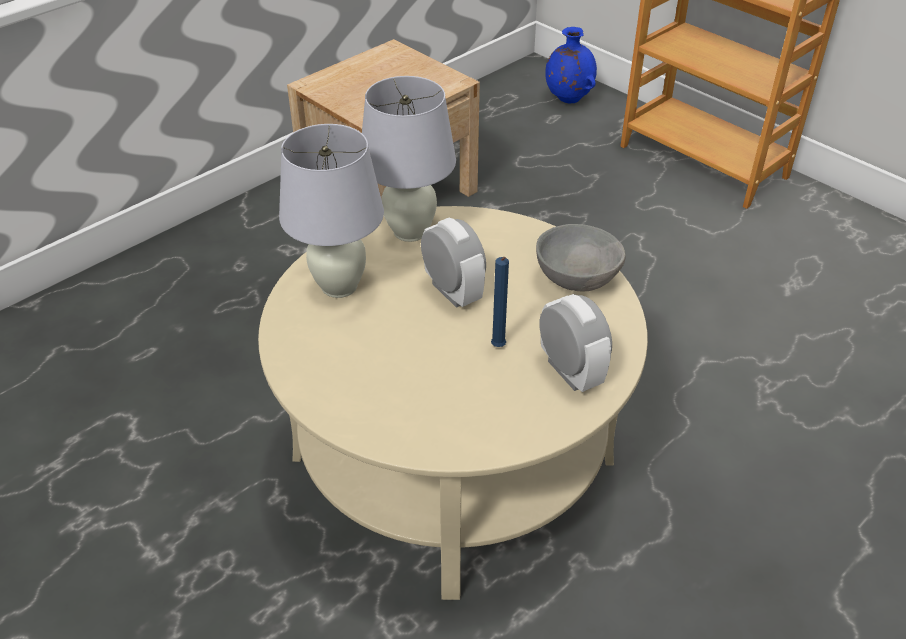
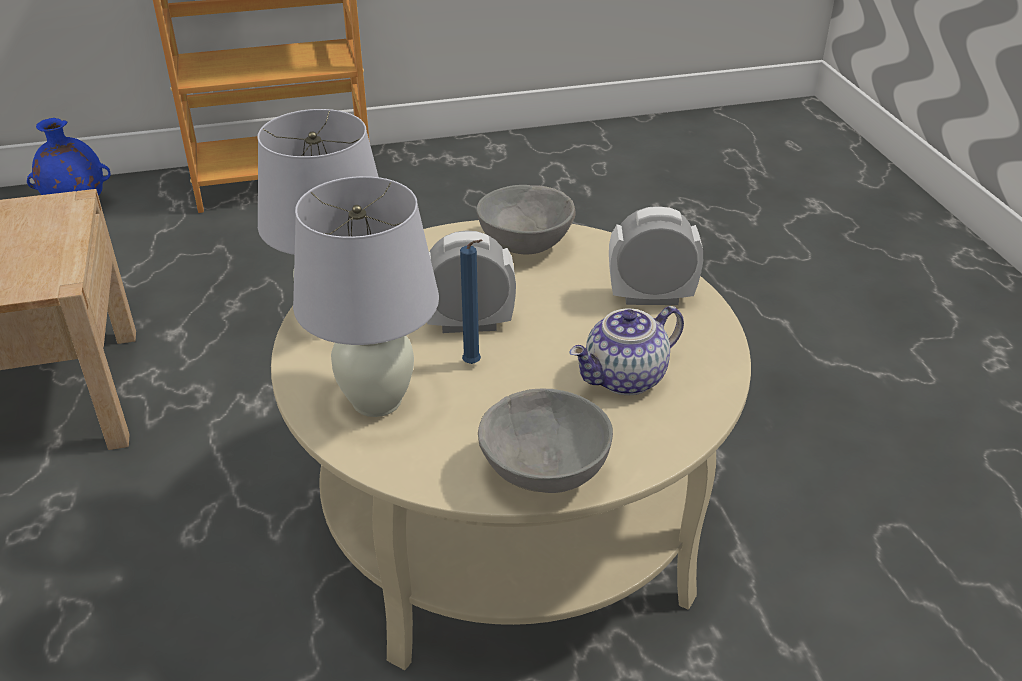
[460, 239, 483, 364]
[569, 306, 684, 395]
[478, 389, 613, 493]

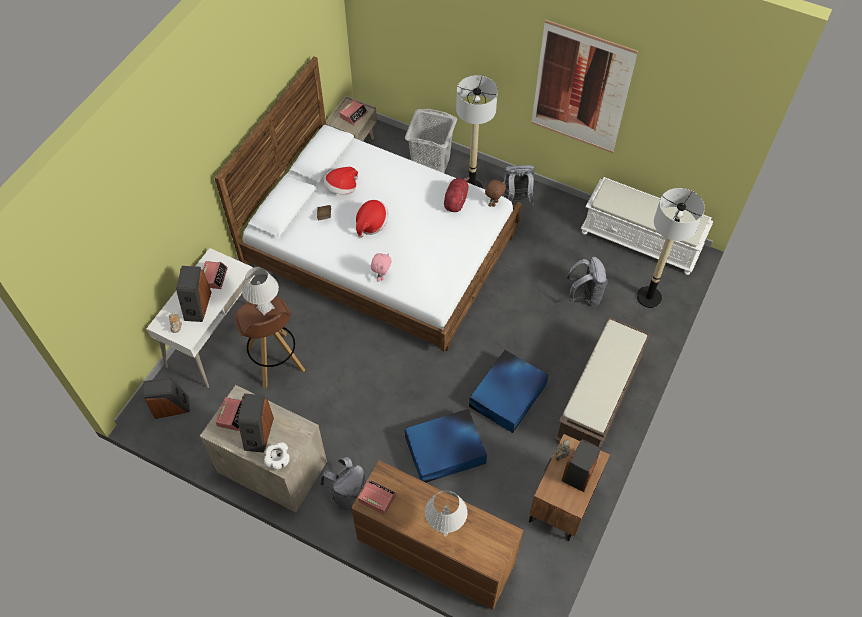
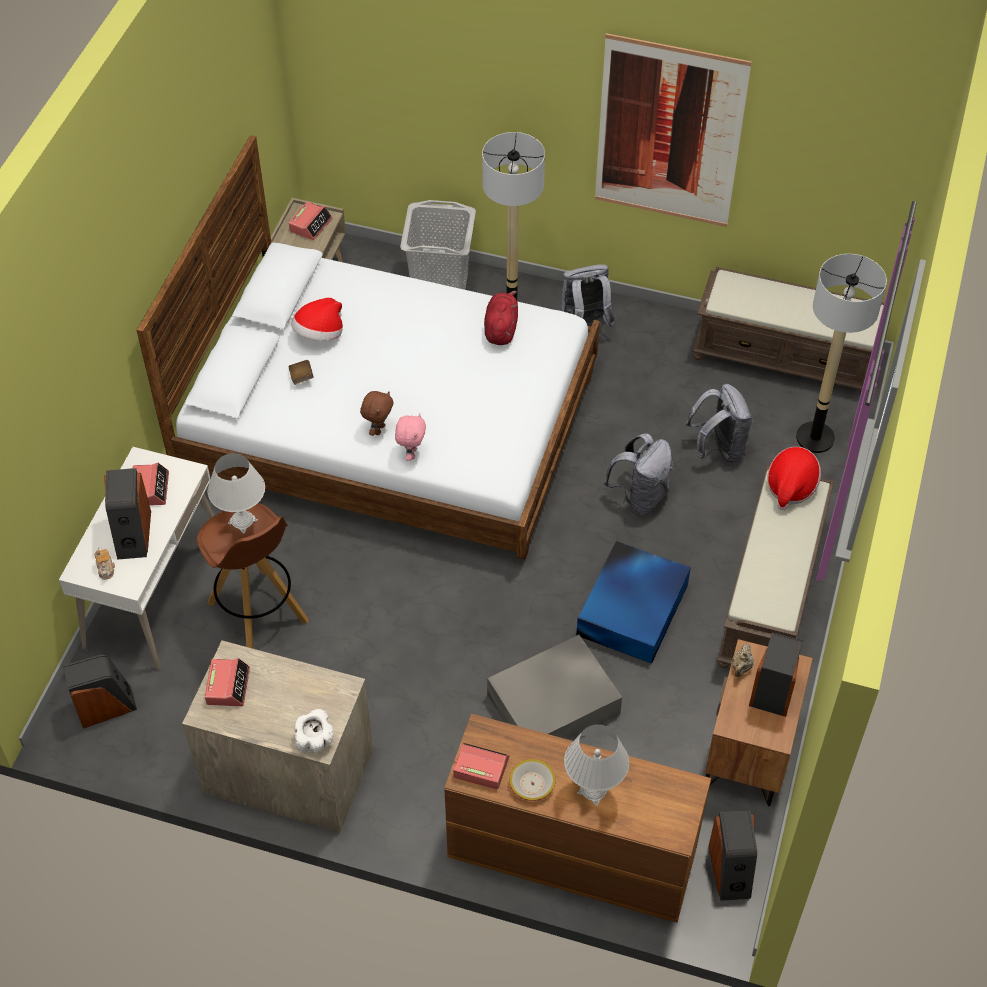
[692, 267, 892, 395]
[360, 391, 393, 436]
[767, 447, 821, 510]
[708, 810, 757, 901]
[487, 635, 622, 740]
[604, 433, 673, 516]
[509, 759, 556, 801]

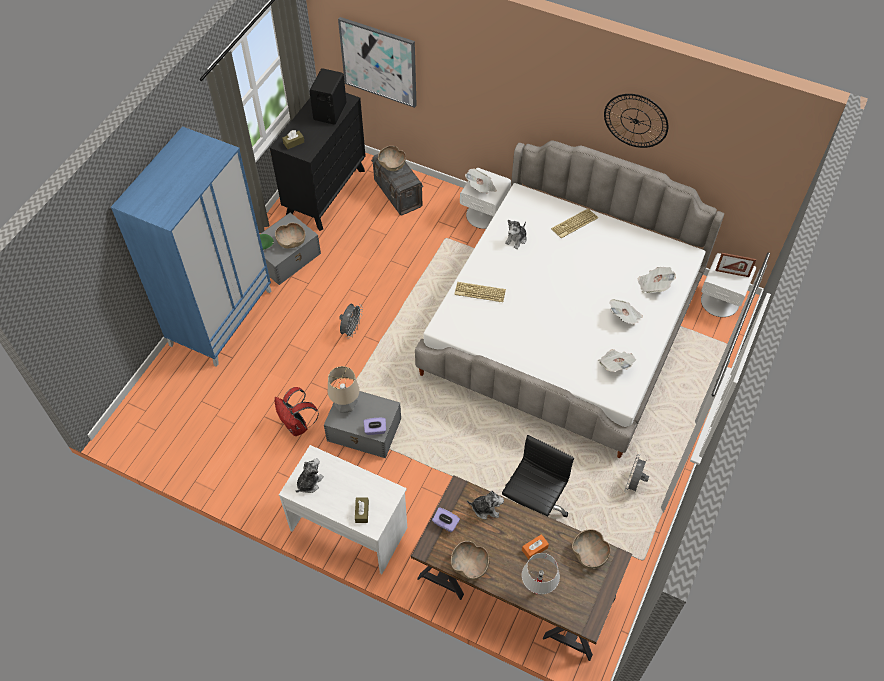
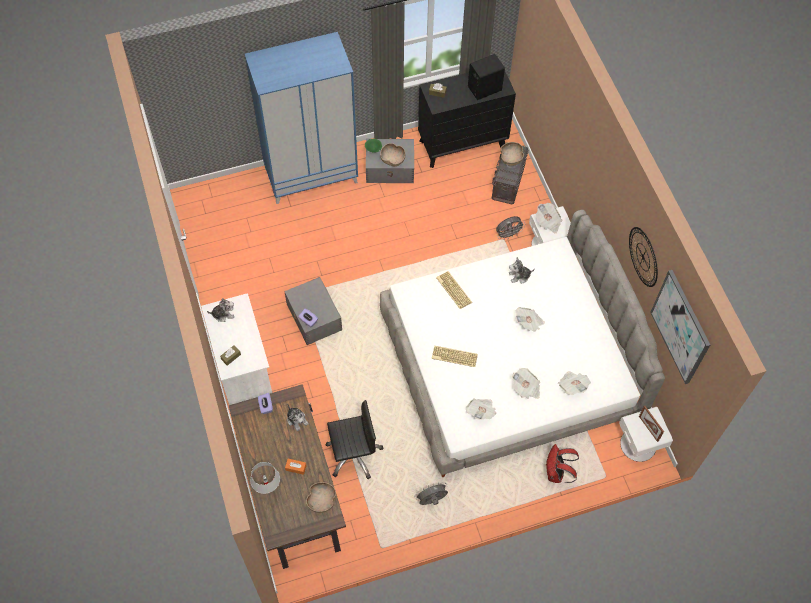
[650, 270, 710, 384]
[432, 346, 478, 367]
[496, 216, 525, 240]
[328, 366, 360, 413] (first image)
[546, 444, 579, 483]
[451, 541, 489, 580] (first image)
[515, 307, 545, 332]

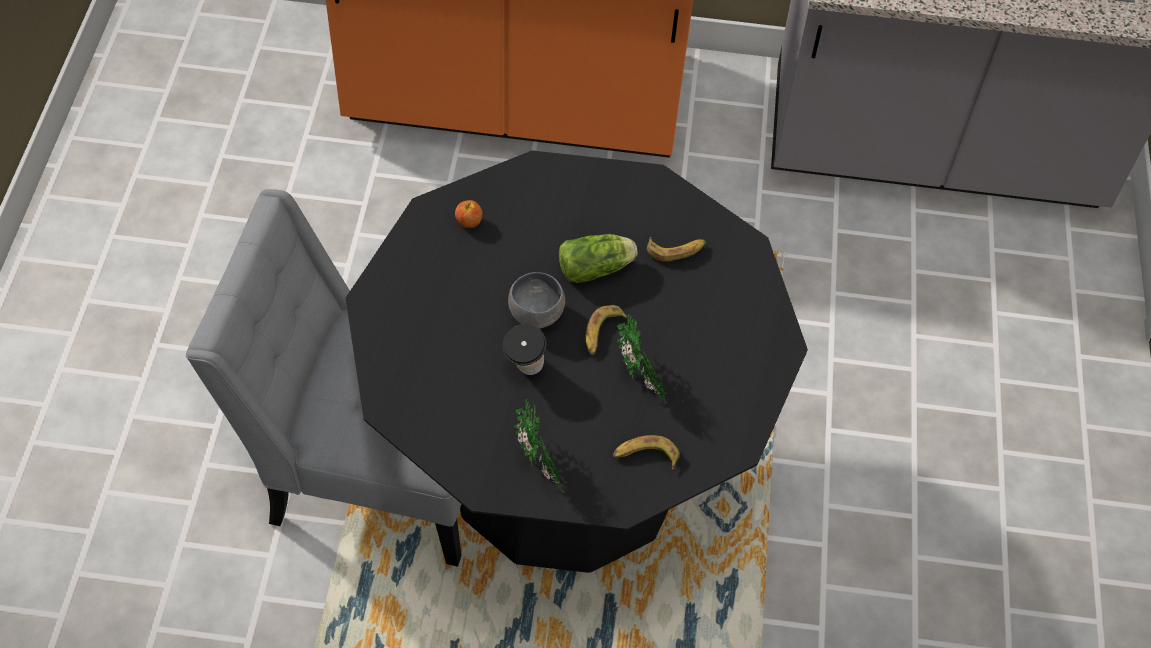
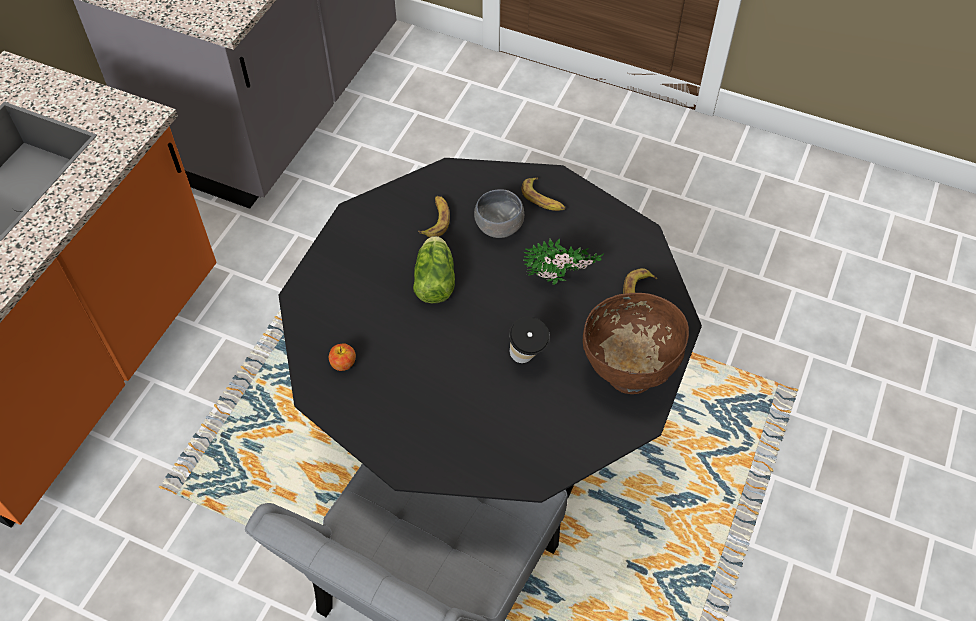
[474, 189, 524, 238]
[521, 177, 565, 211]
[583, 293, 689, 394]

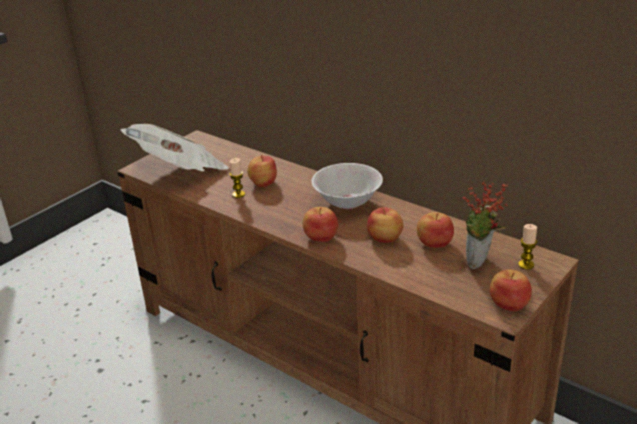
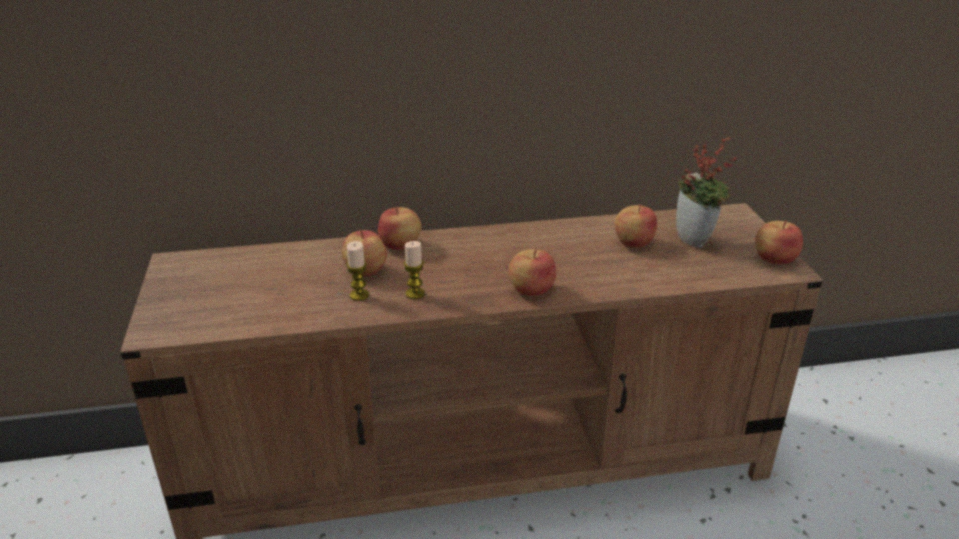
[120, 124, 230, 171] (first image)
[311, 163, 383, 209] (first image)
[378, 207, 421, 250]
[404, 241, 425, 299]

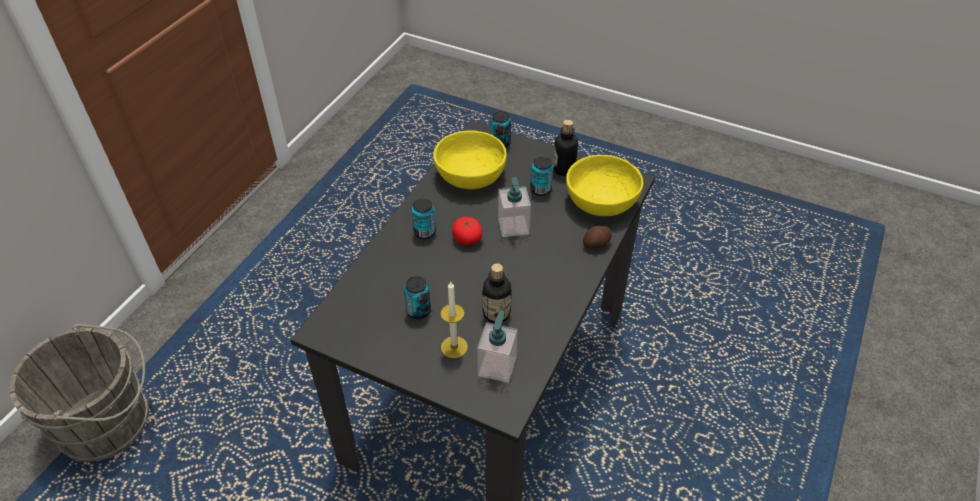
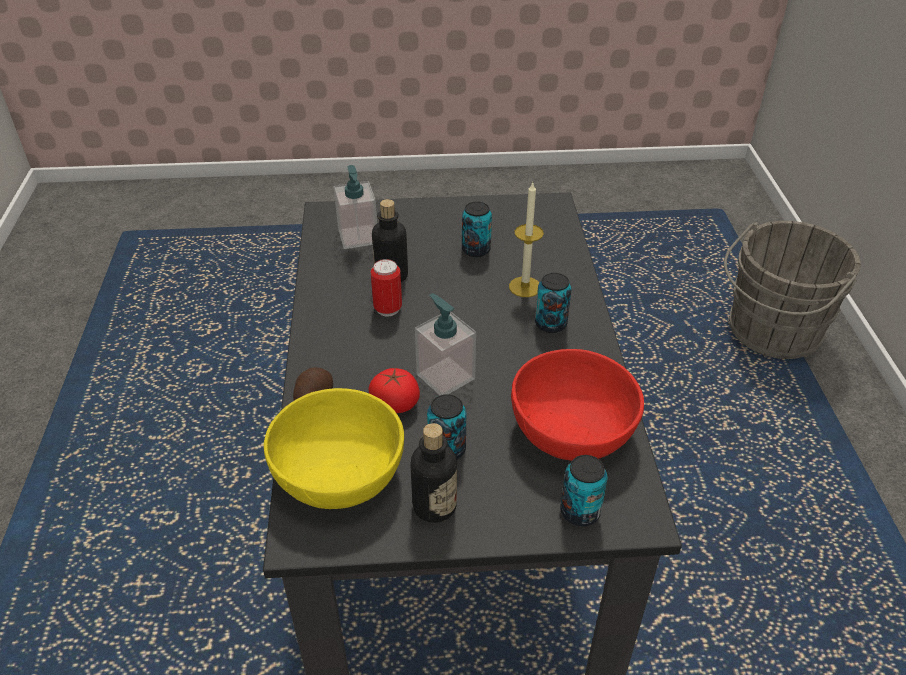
[511, 349, 644, 461]
[368, 368, 420, 413]
[509, 181, 544, 297]
[371, 259, 402, 317]

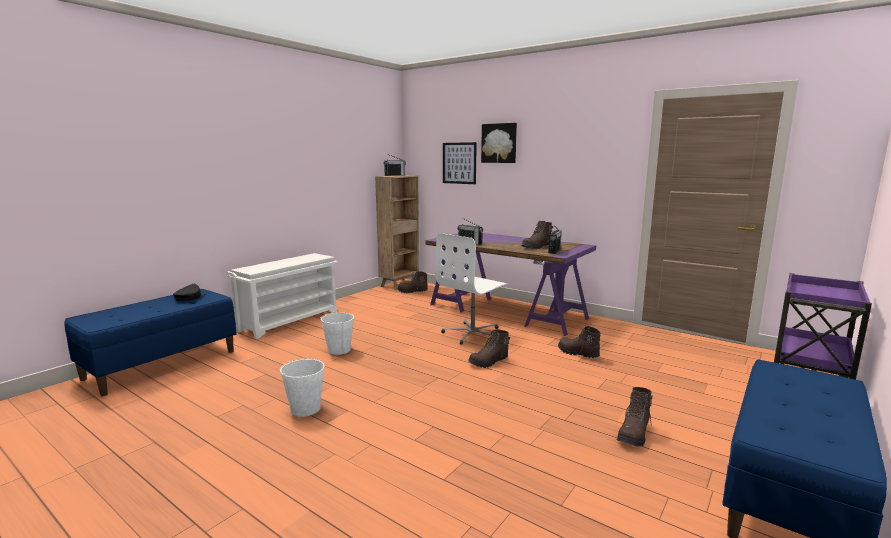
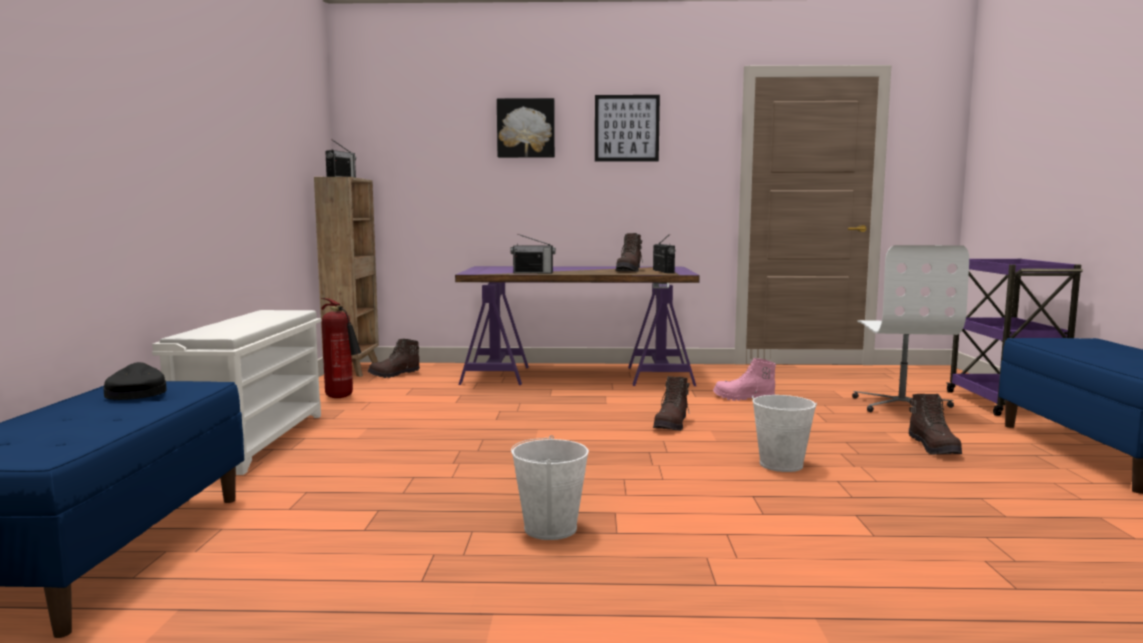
[595, 95, 660, 161]
[852, 245, 969, 412]
[752, 395, 817, 472]
[713, 358, 776, 401]
[321, 298, 361, 398]

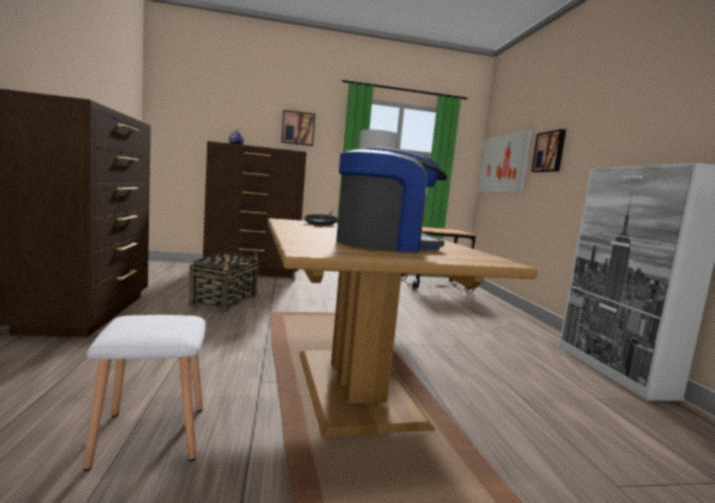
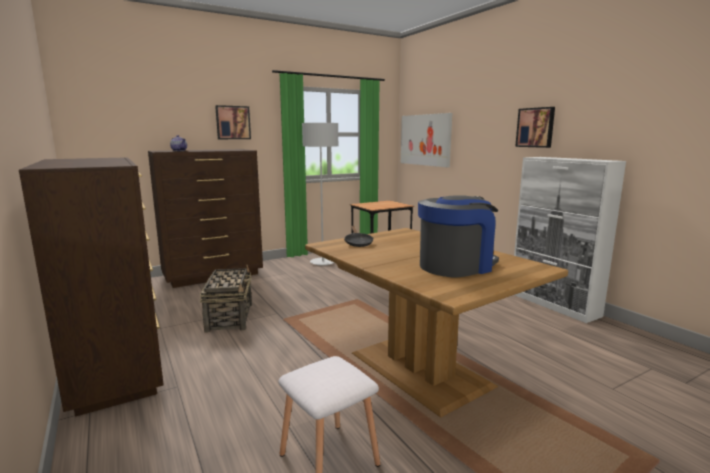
[515, 107, 555, 148]

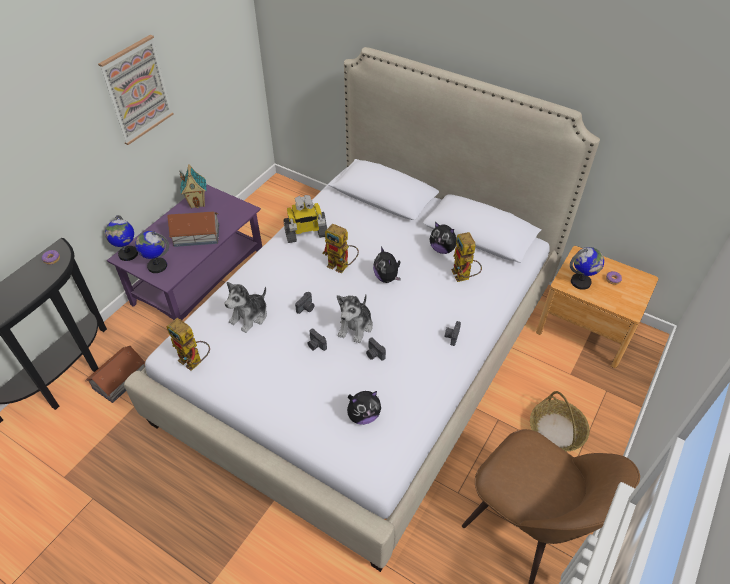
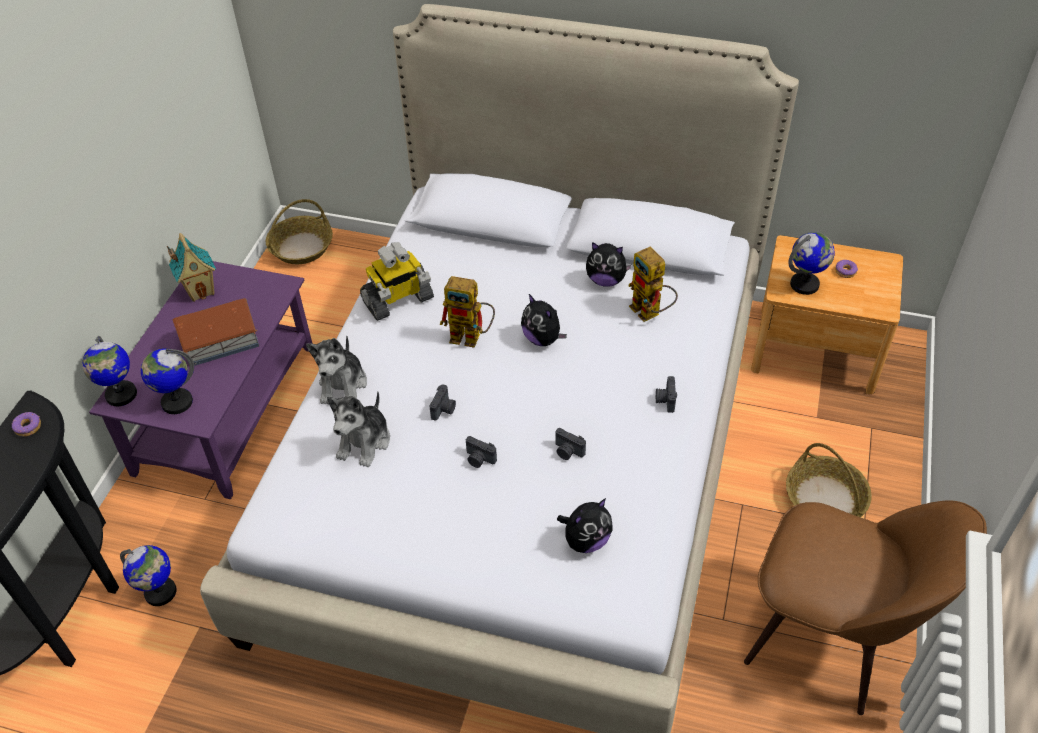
[98, 35, 174, 145] (first image)
[306, 335, 367, 405]
[166, 318, 210, 371] (first image)
[120, 545, 176, 606]
[266, 199, 333, 264]

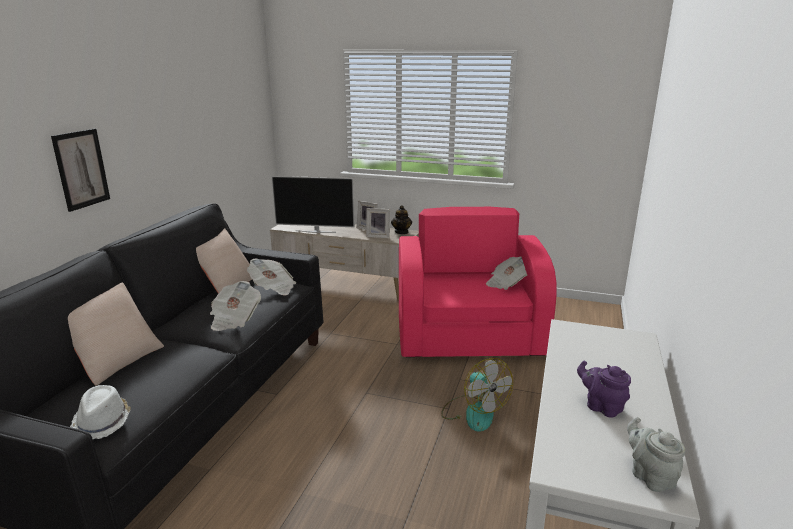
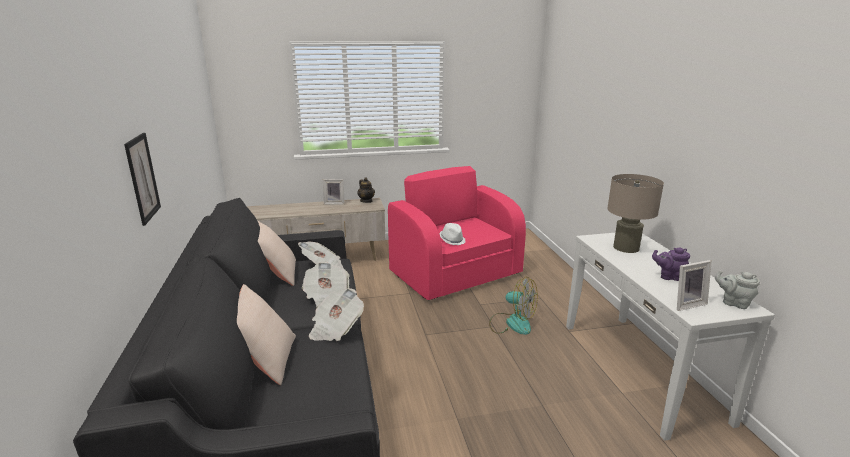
[271, 176, 355, 233] (first image)
[677, 260, 712, 311]
[309, 288, 364, 341]
[440, 223, 465, 245]
[607, 174, 664, 253]

